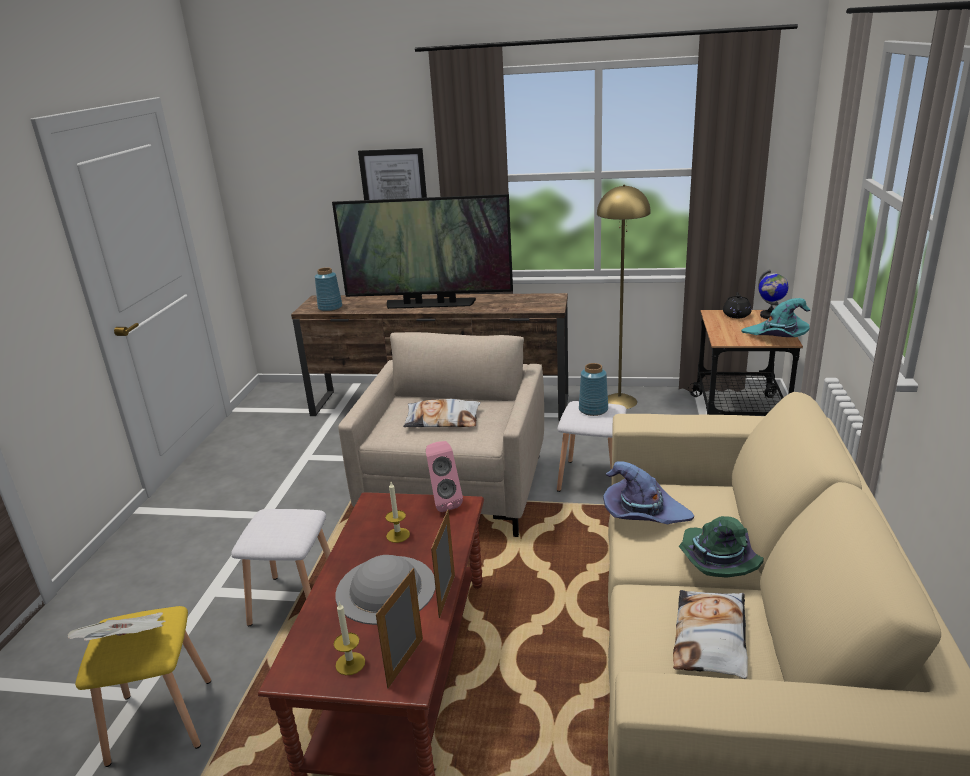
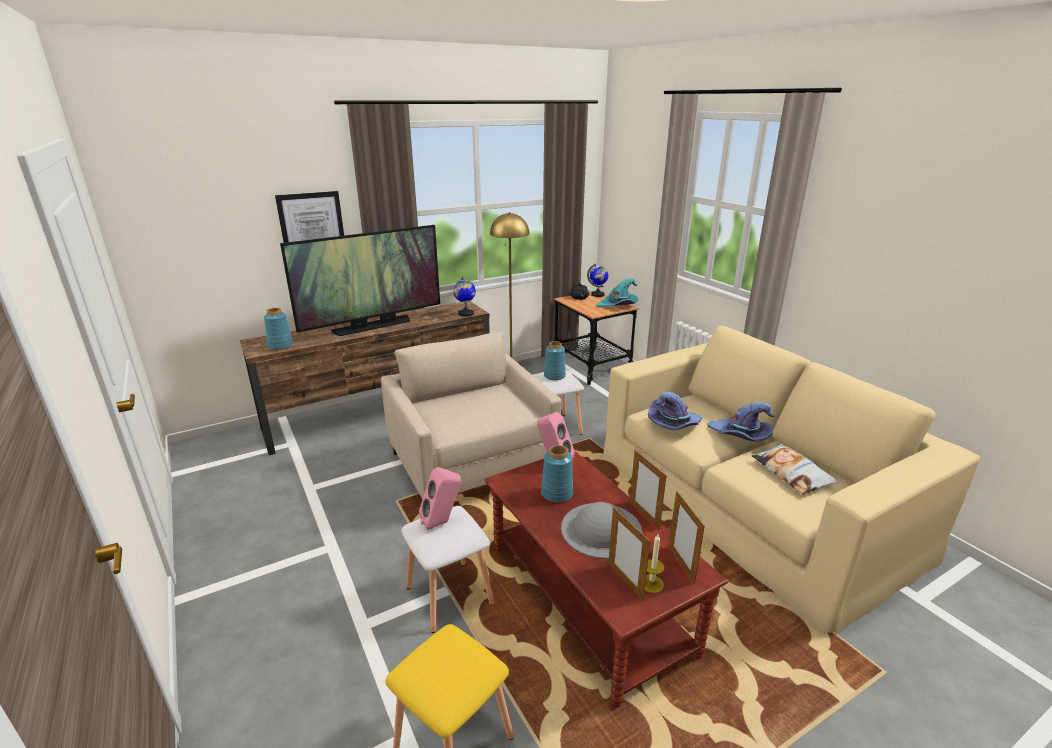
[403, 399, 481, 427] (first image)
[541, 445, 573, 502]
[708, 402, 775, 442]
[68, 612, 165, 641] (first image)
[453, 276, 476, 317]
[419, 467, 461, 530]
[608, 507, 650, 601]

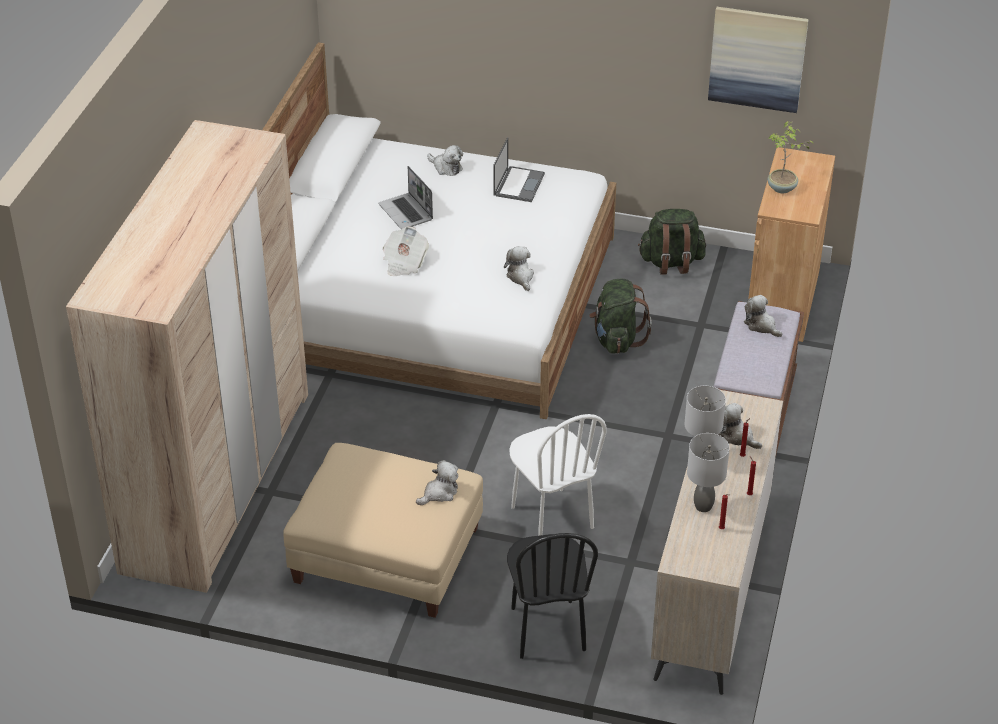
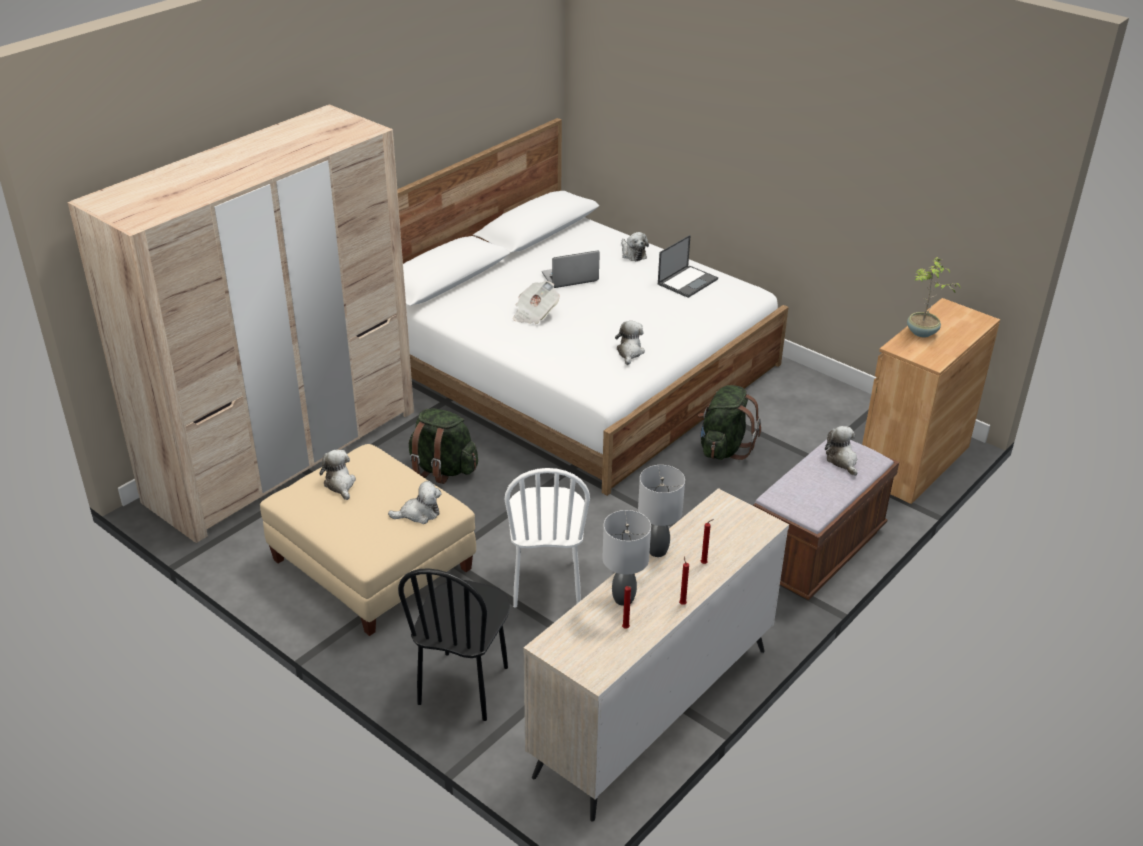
[708, 7, 808, 113] (first image)
[542, 250, 600, 288]
[409, 408, 478, 484]
[320, 450, 356, 500]

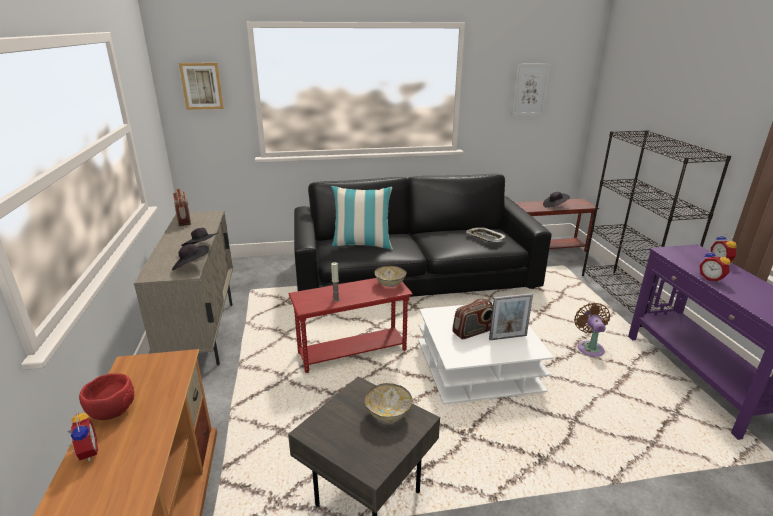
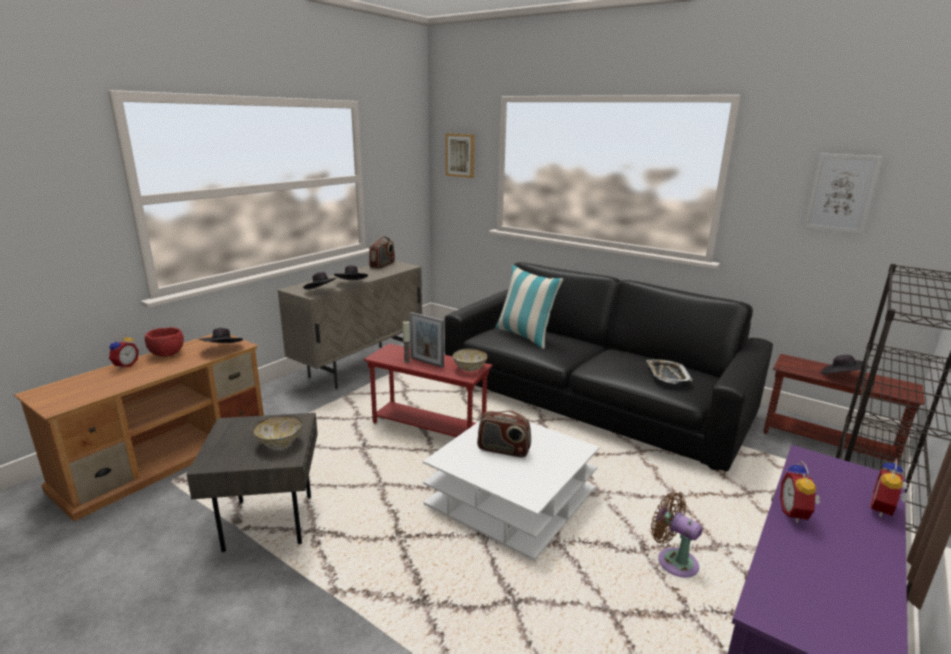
[410, 312, 444, 368]
[651, 493, 703, 577]
[199, 328, 243, 343]

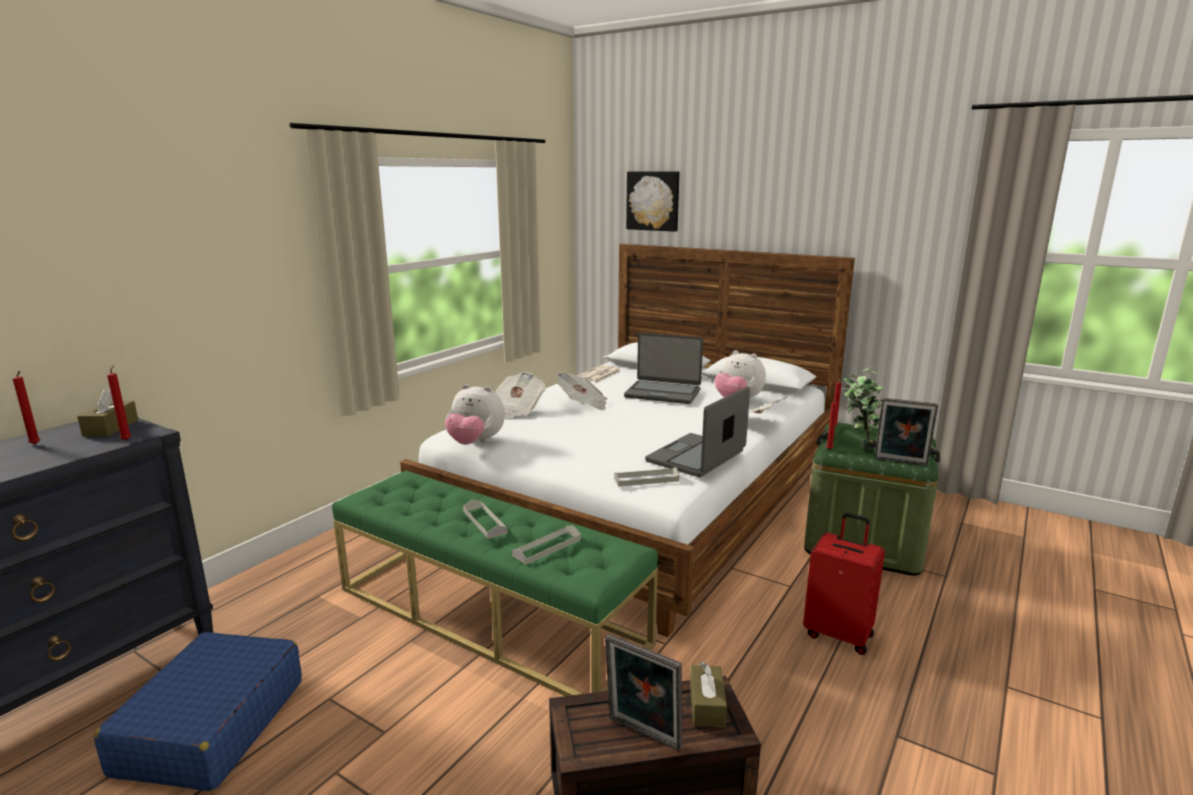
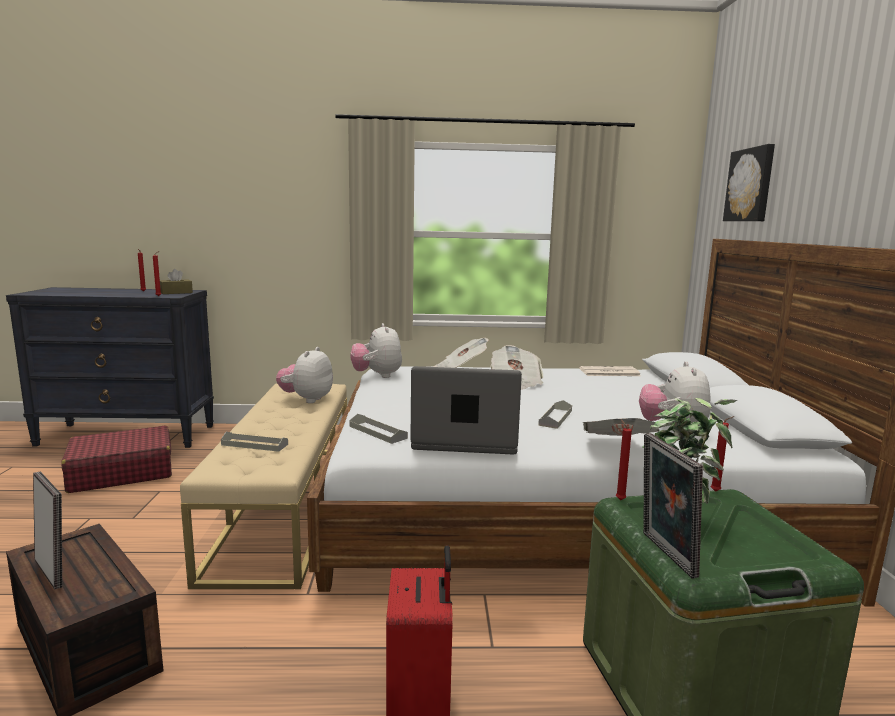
[624, 333, 703, 404] (first image)
[180, 384, 347, 589]
[538, 400, 572, 429]
[61, 425, 172, 493]
[33, 472, 62, 589]
[690, 662, 727, 728] (first image)
[276, 347, 333, 403]

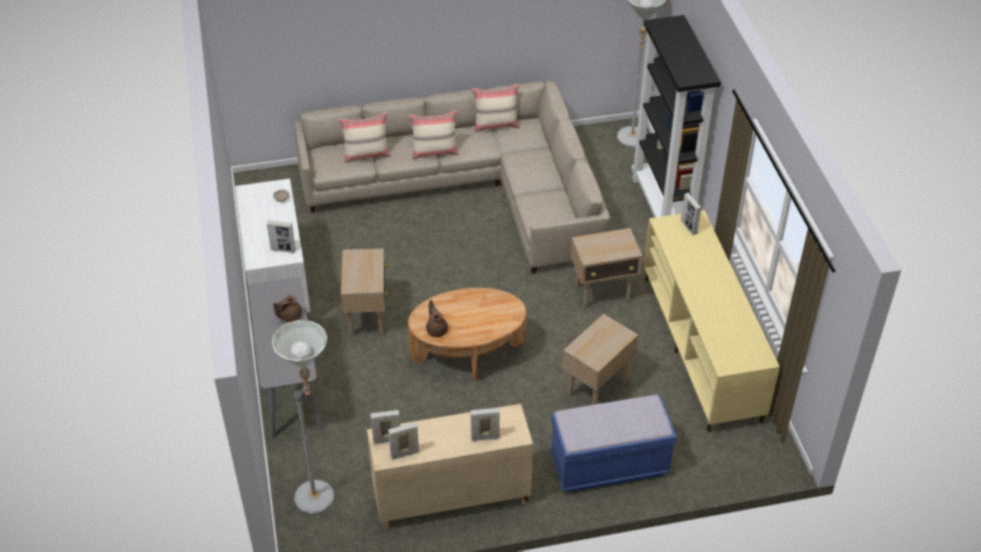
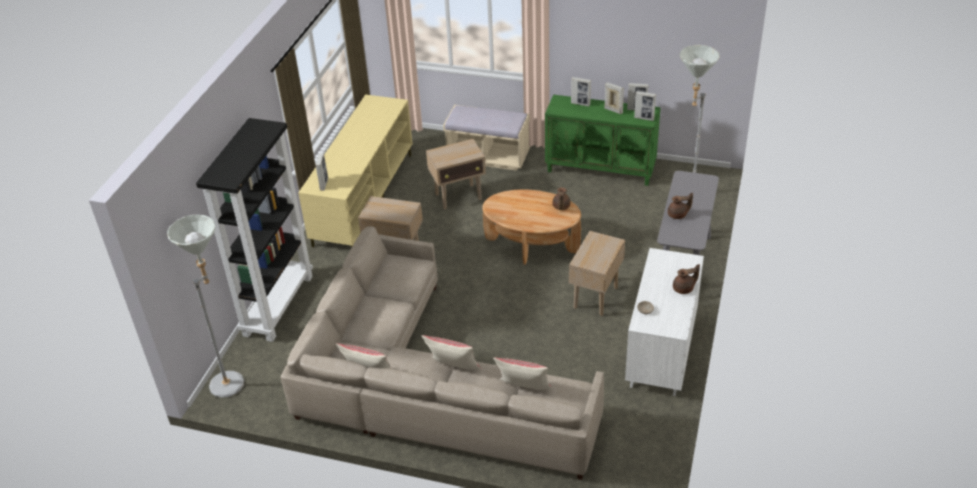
[604, 82, 624, 114]
[443, 105, 530, 171]
[545, 95, 661, 186]
[673, 264, 700, 294]

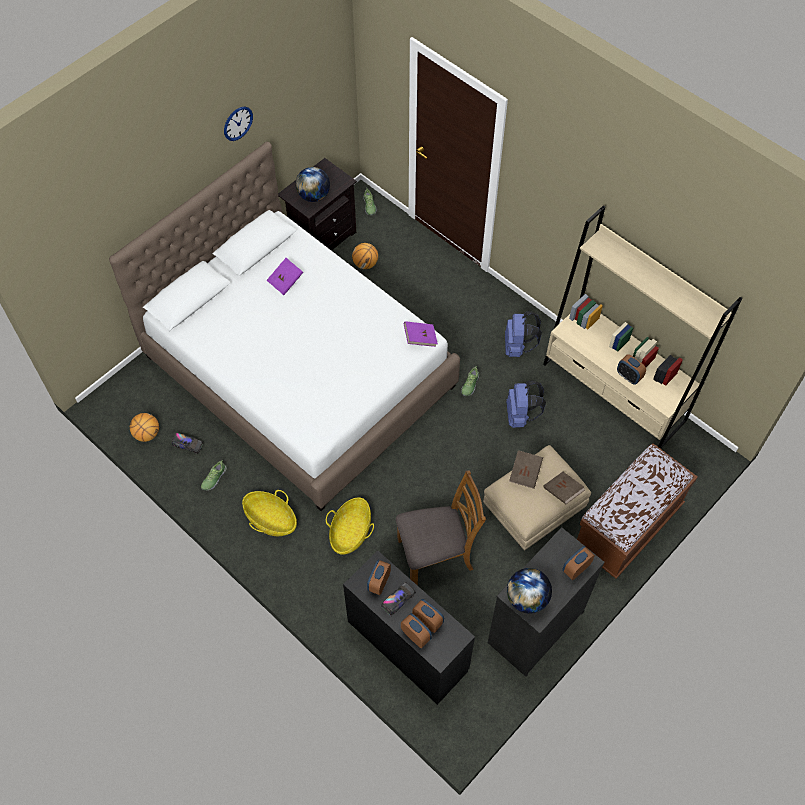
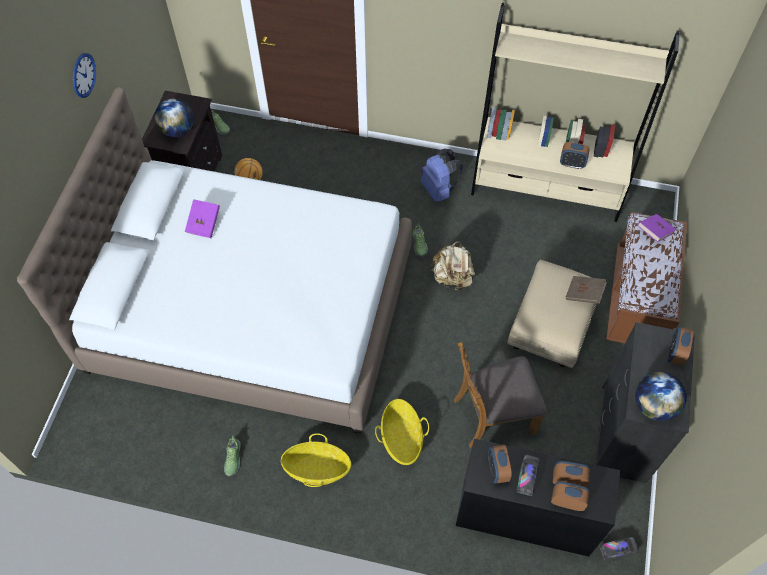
[638, 214, 677, 242]
[506, 380, 546, 428] (first image)
[130, 413, 159, 442] (first image)
[599, 537, 639, 560]
[509, 450, 543, 489] (first image)
[454, 342, 547, 448]
[430, 241, 475, 291]

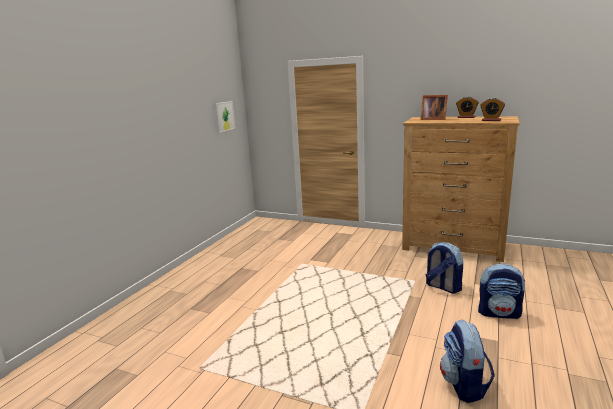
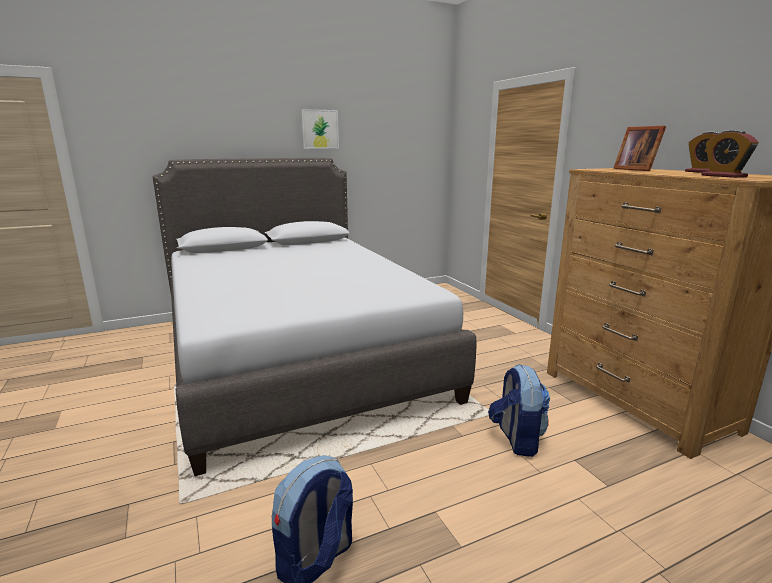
[301, 109, 339, 149]
[478, 263, 525, 319] (first image)
[153, 158, 476, 476]

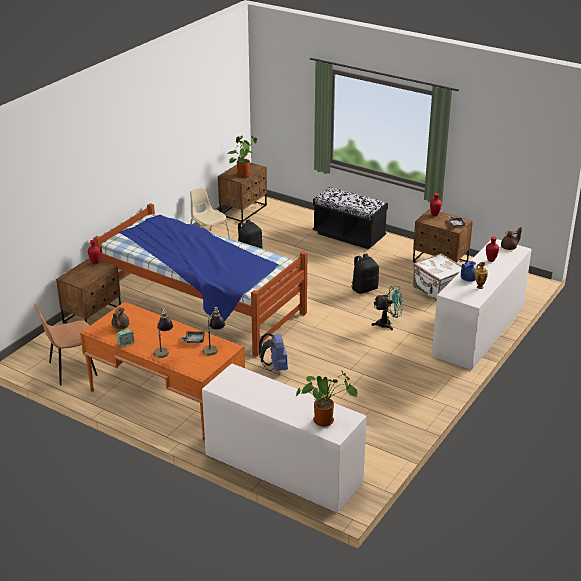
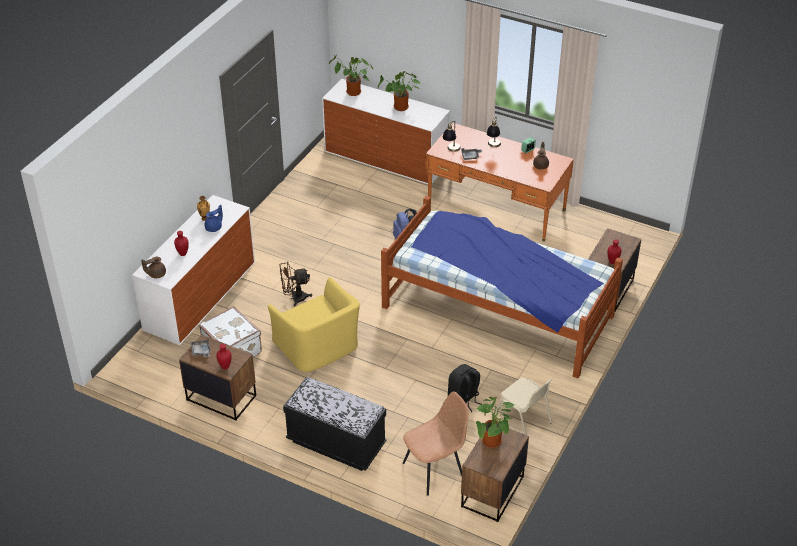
[267, 277, 360, 372]
[279, 262, 312, 307]
[403, 391, 469, 496]
[378, 71, 421, 111]

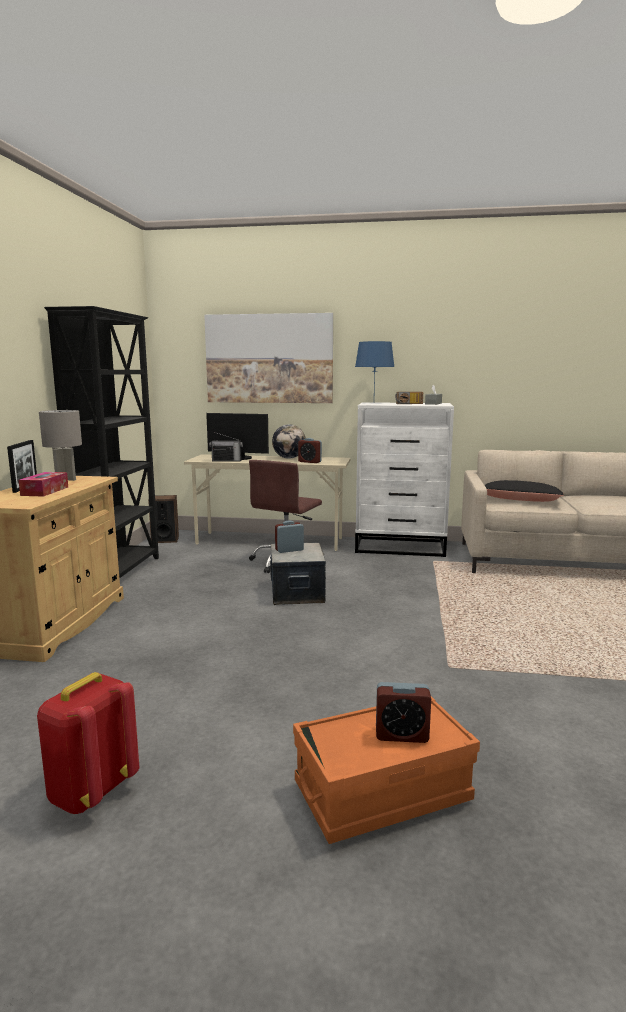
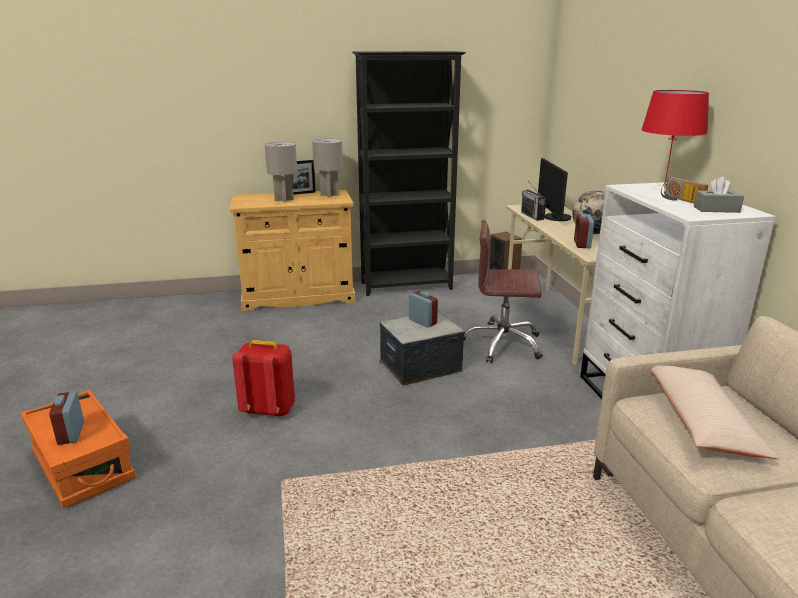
[204, 313, 333, 403] (first image)
[641, 90, 709, 187]
[265, 142, 297, 202]
[651, 366, 779, 459]
[232, 340, 295, 417]

